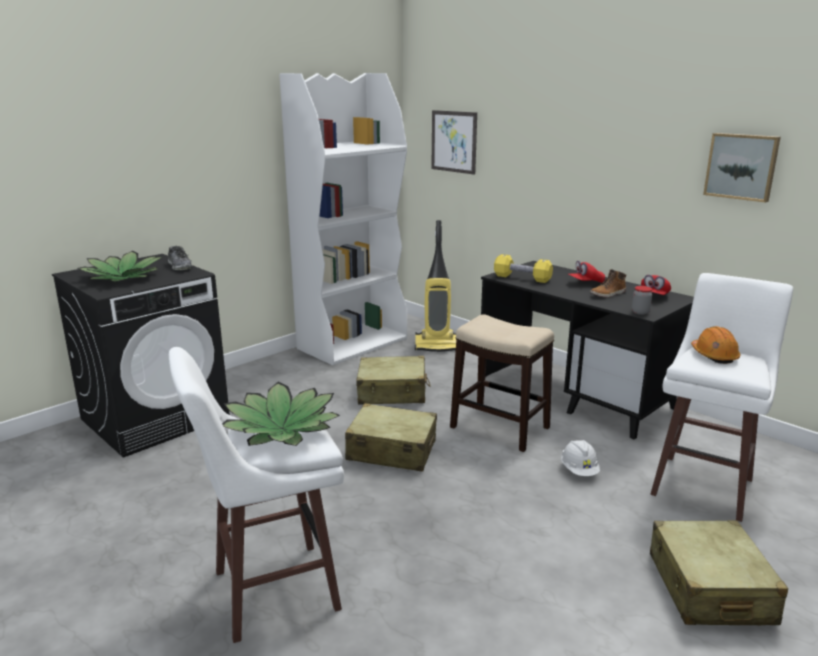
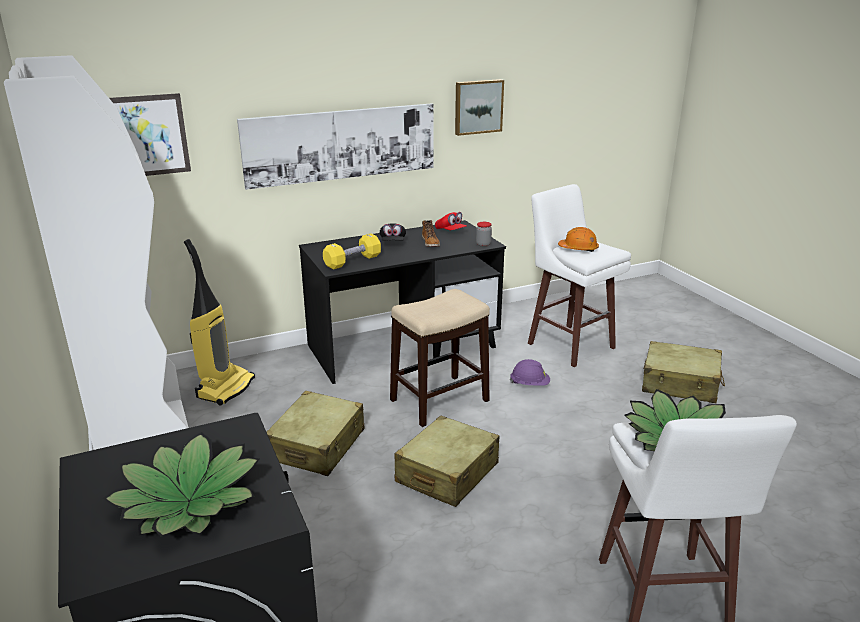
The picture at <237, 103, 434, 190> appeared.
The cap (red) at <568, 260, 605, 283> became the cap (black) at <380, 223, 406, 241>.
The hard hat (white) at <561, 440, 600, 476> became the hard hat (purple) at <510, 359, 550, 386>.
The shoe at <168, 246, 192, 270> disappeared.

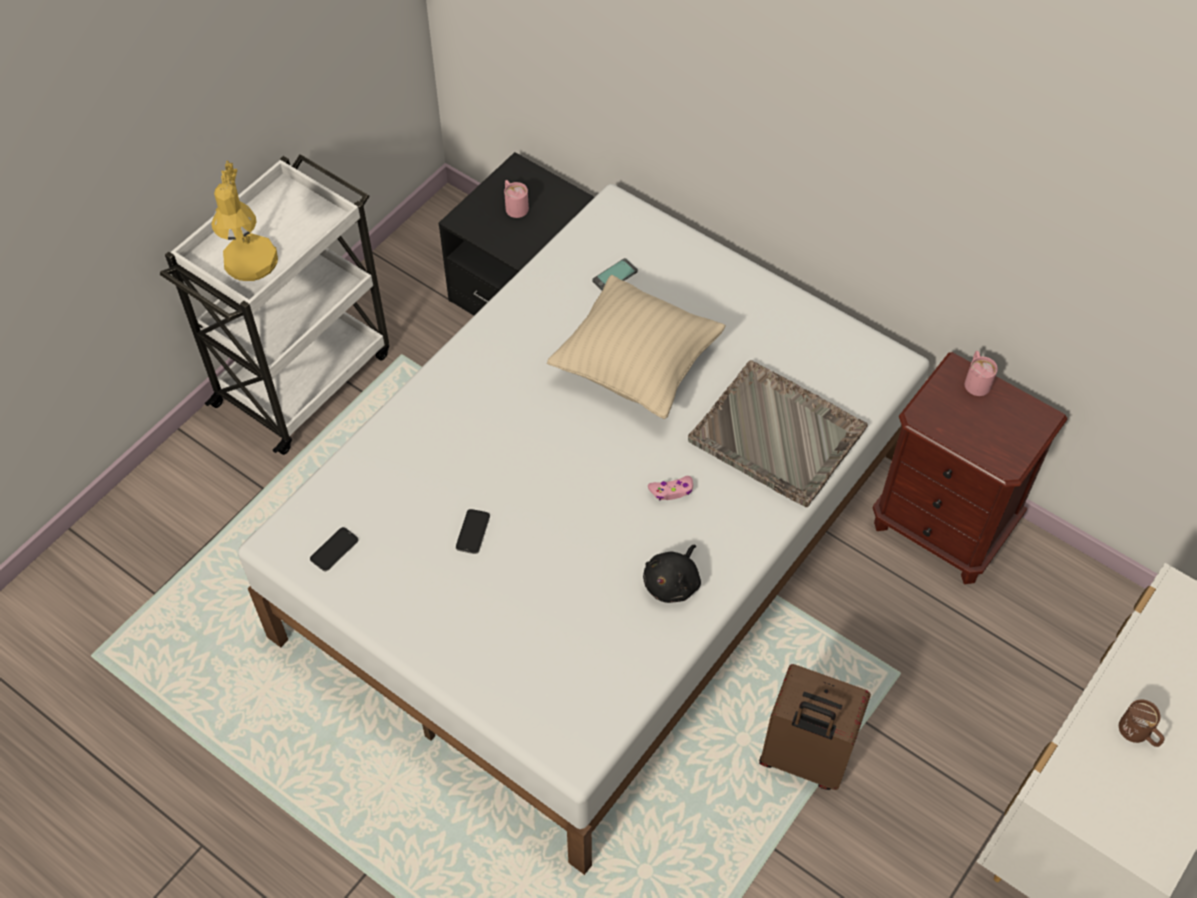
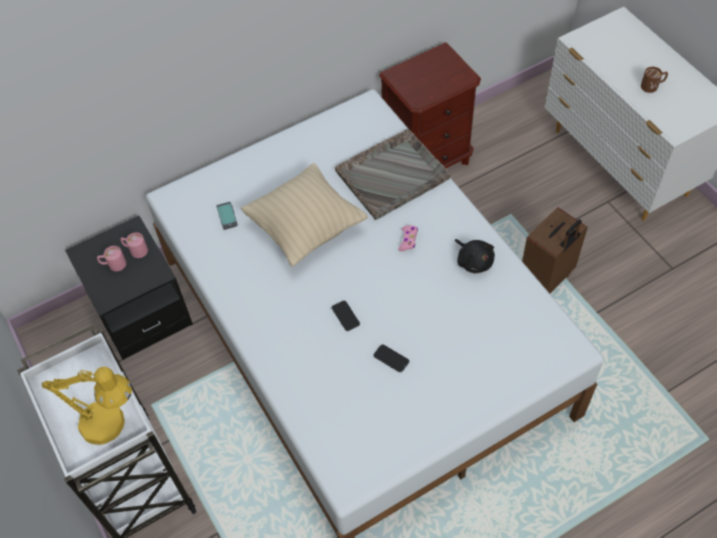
The mug (pink) moved from <965, 351, 998, 396> to <120, 233, 148, 258>.
The phone moved from <310, 527, 359, 571> to <332, 301, 360, 331>.

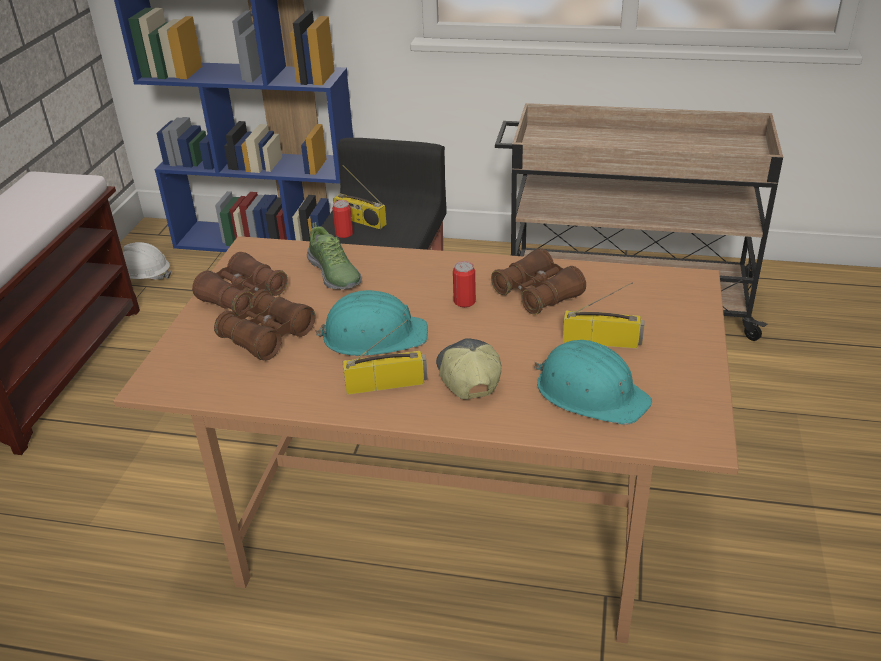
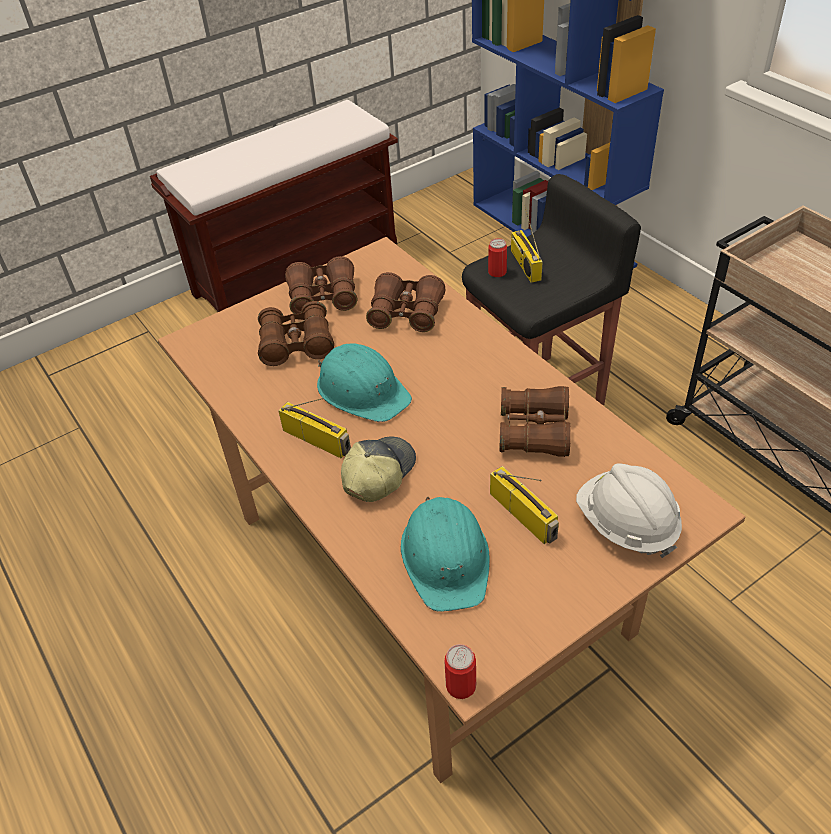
The shoe at <307, 223, 362, 290> was replaced by the binoculars (brown) at <366, 272, 445, 332>.
The can moved from <453, 261, 476, 307> to <444, 644, 476, 699>.
The hard hat (white) moved from <123, 242, 171, 280> to <576, 463, 682, 558>.

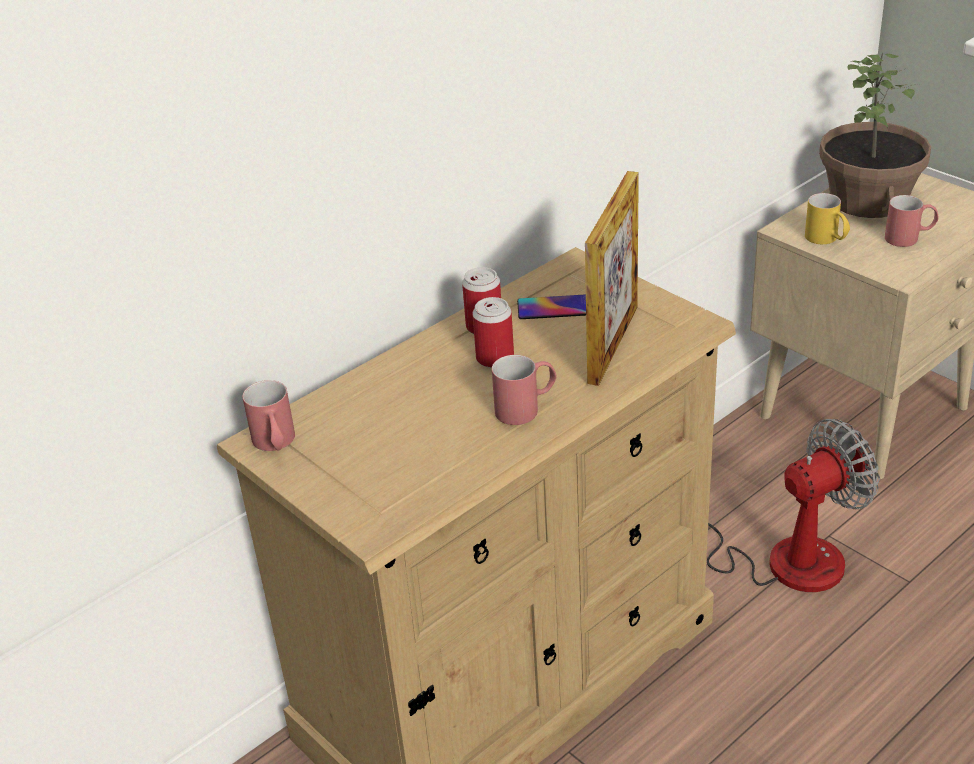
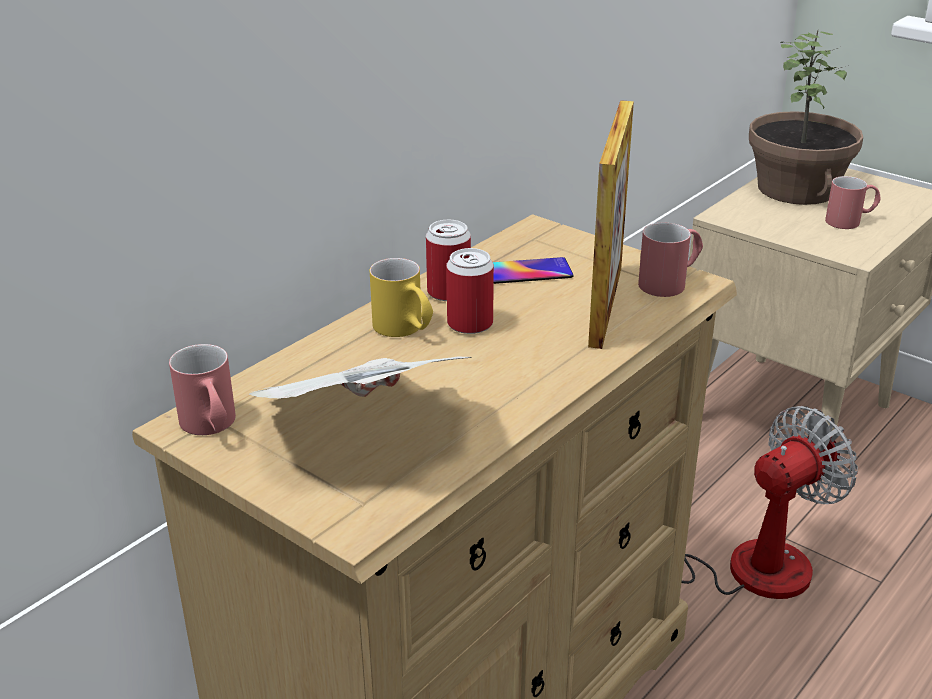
The newspaper at <249, 356, 472, 398> appeared.
The mug (yellow) moved from <805, 193, 850, 244> to <370, 258, 433, 337>.
The mug (red) moved from <492, 355, 557, 425> to <638, 223, 703, 297>.

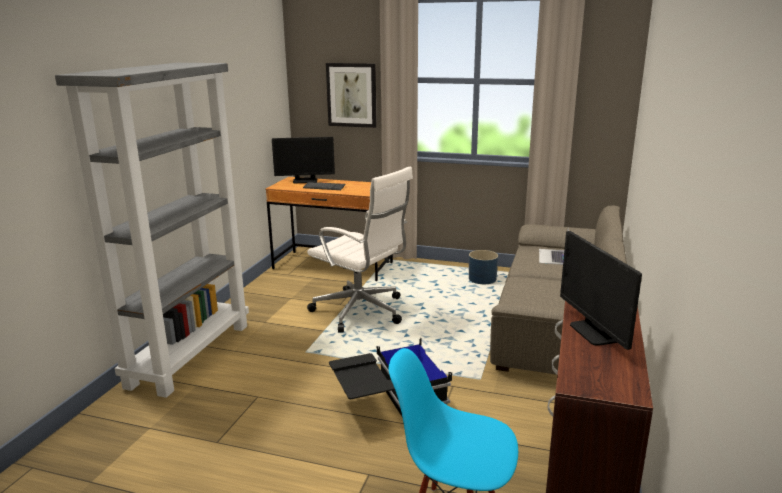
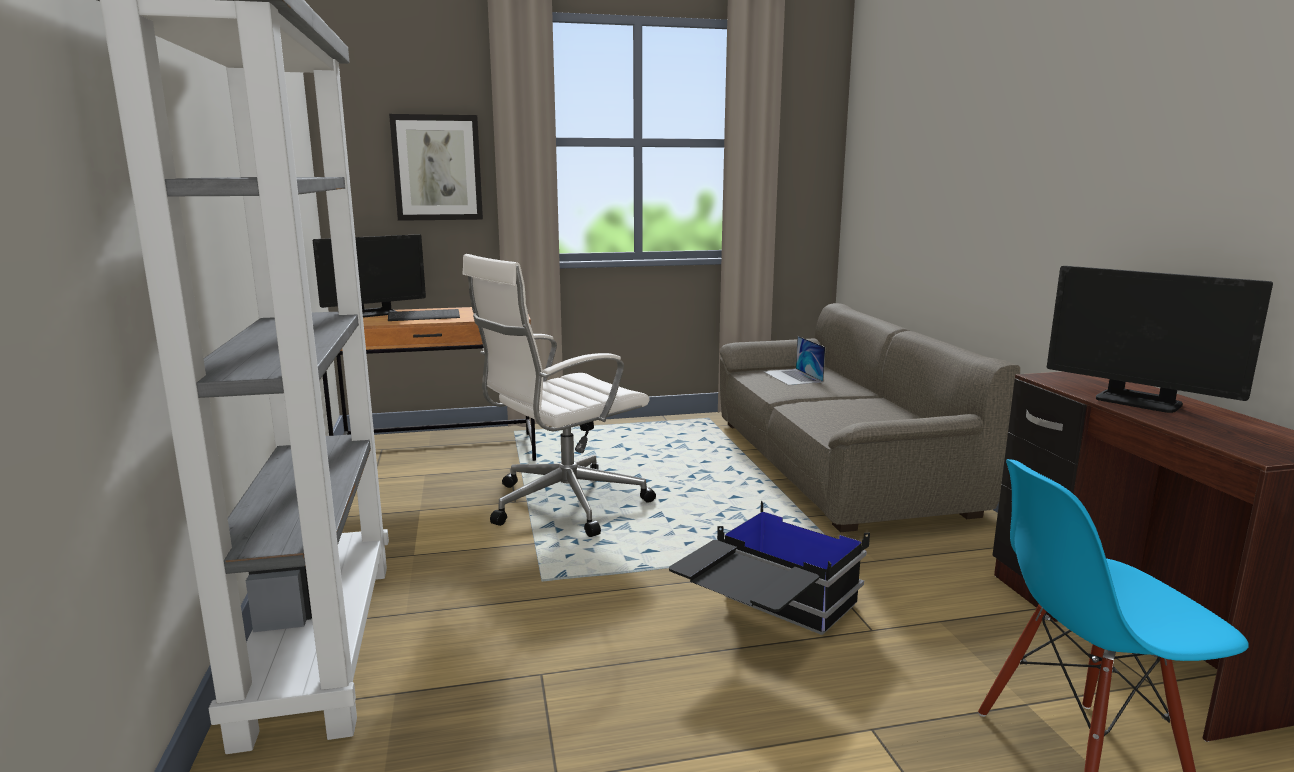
The office chair (white) at <307, 166, 413, 332> turned 135 degrees clockwise.
The planter (blue) at <469, 250, 498, 284> disappeared.

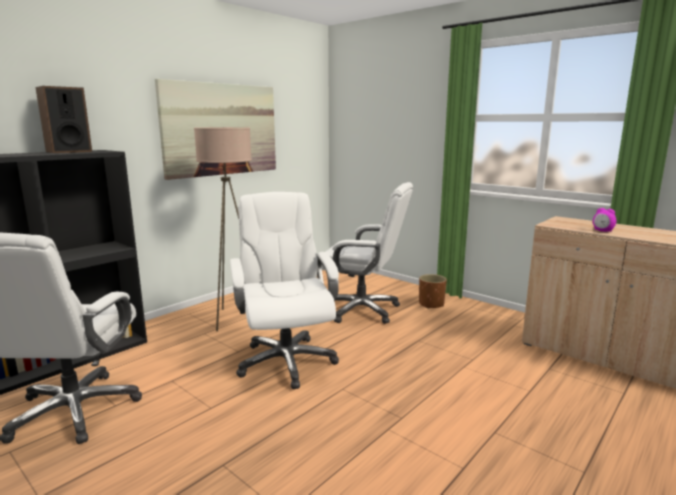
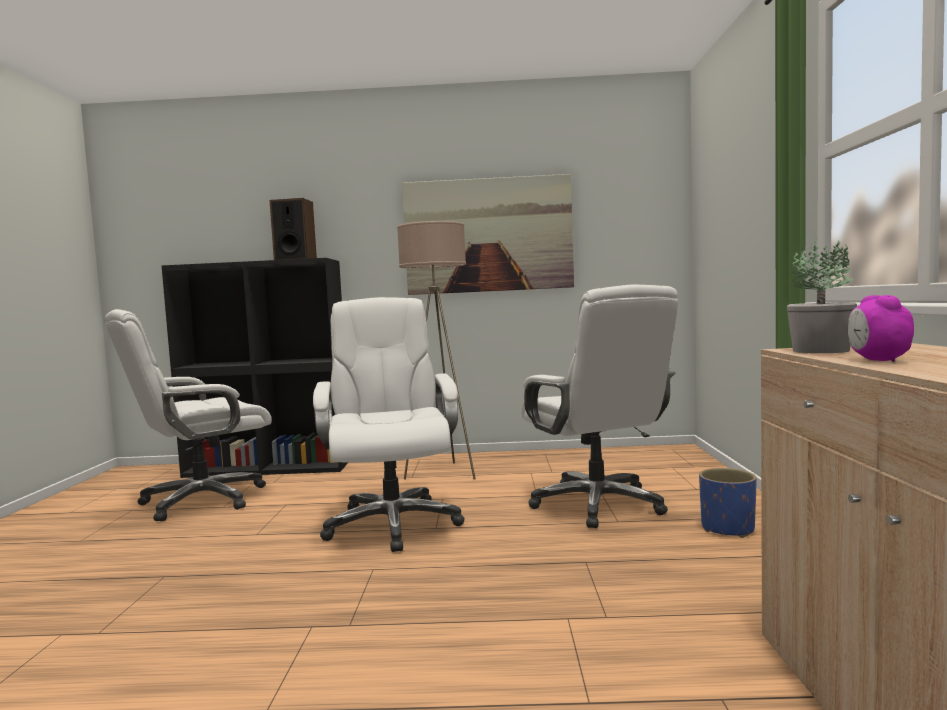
The office chair (white) at <230, 192, 339, 389> turned 45 degrees counterclockwise.
The planter (brown) at <419, 274, 447, 309> became the planter (blue) at <699, 468, 757, 538>.
The potted plant at <787, 239, 857, 353> appeared.

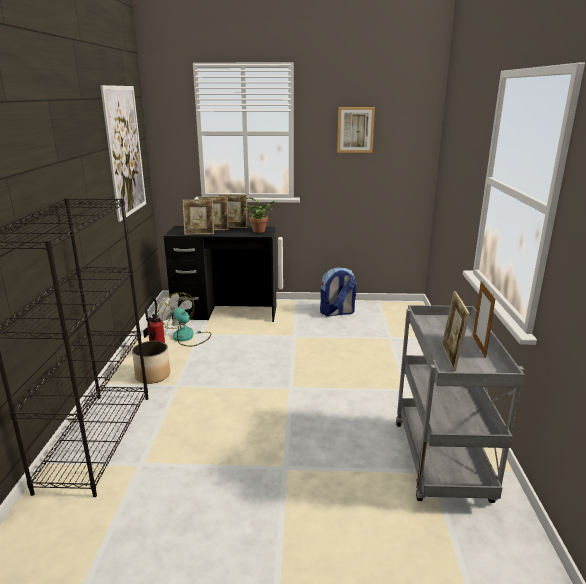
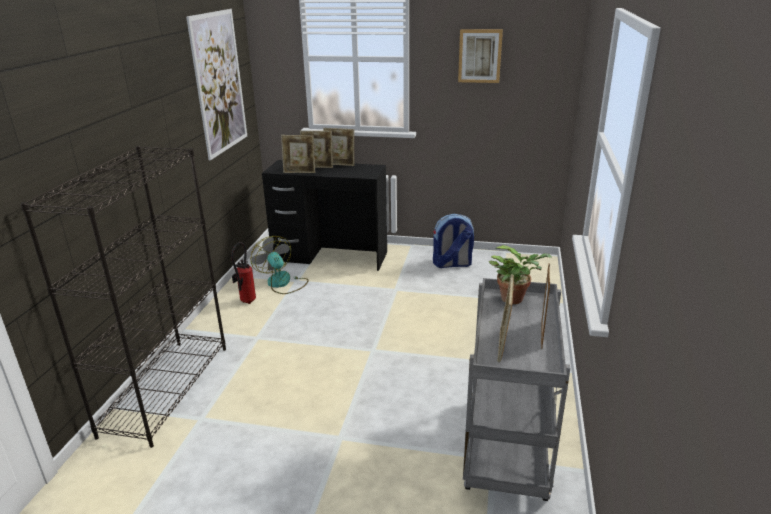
The potted plant moved from <244, 197, 277, 233> to <489, 245, 552, 304>.
The planter at <132, 341, 170, 384> disappeared.

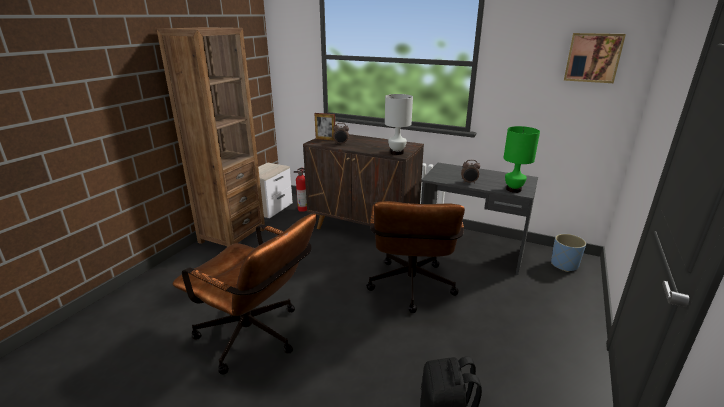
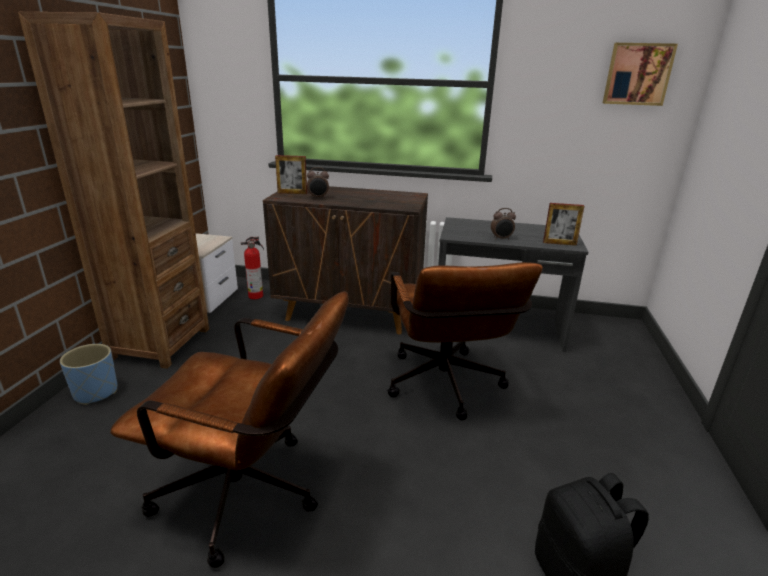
The planter (blue) moved from <551, 234, 586, 272> to <60, 344, 117, 405>.
The table lamp (green) at <504, 126, 540, 193> was replaced by the picture frame at <543, 203, 584, 246>.
The table lamp (white) at <385, 94, 413, 155> disappeared.

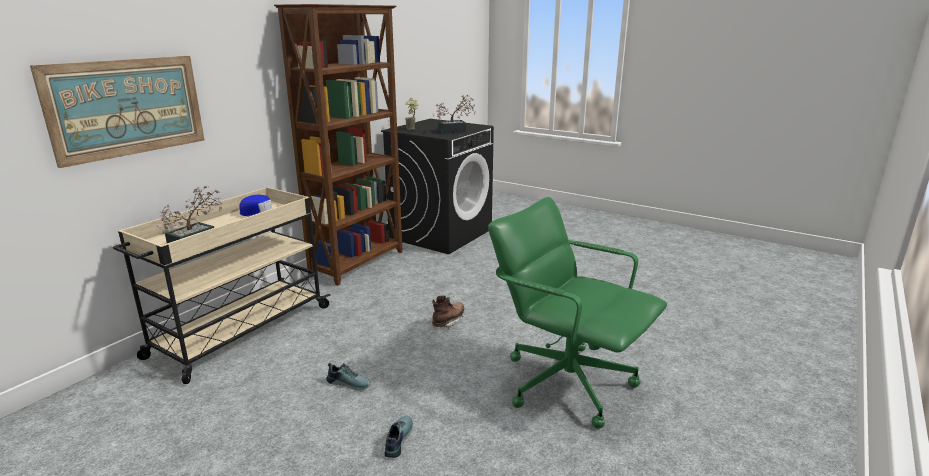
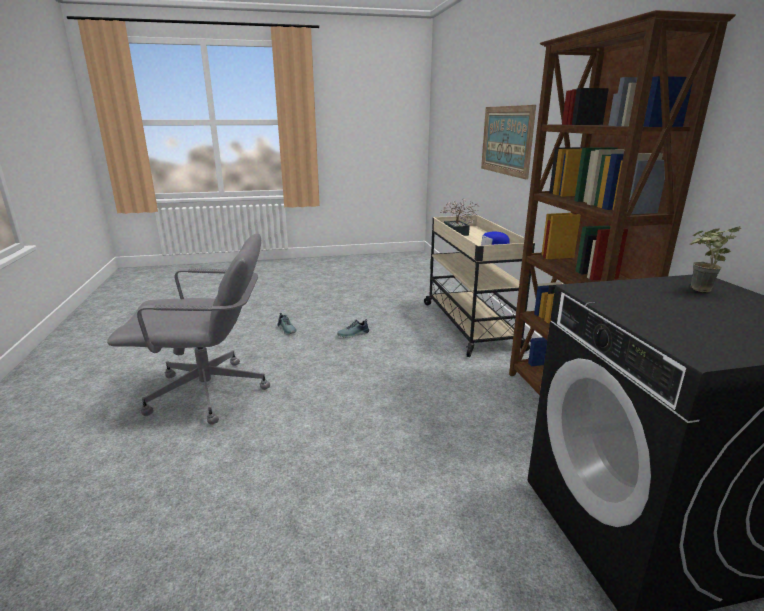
The office chair (green) at <488, 197, 667, 429> became the office chair (grey) at <107, 233, 270, 425>.
The potted plant at <432, 95, 476, 134> disappeared.
The boot (brown) at <432, 295, 464, 330> disappeared.

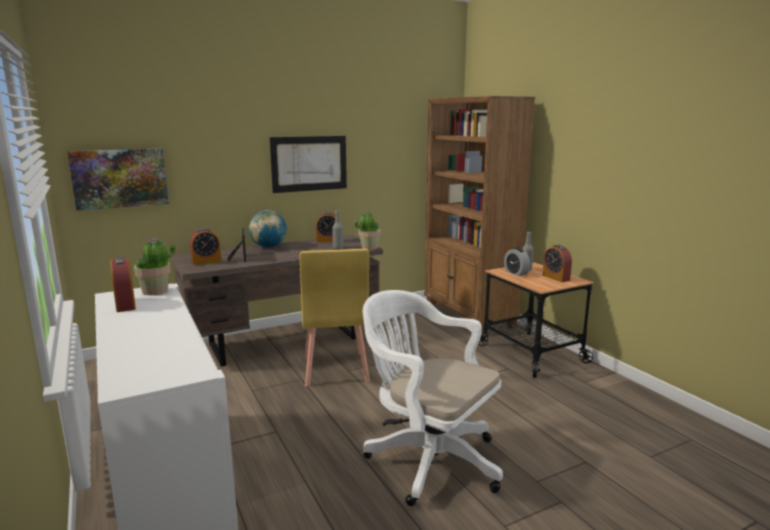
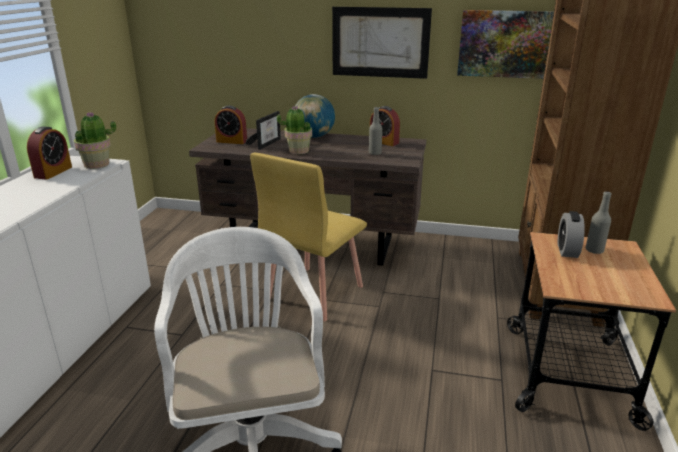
The potted plant moved from <354, 211, 381, 250> to <276, 105, 312, 154>.
The picture moved from <67, 149, 169, 210> to <457, 10, 554, 79>.
The alarm clock at <542, 245, 572, 282> disappeared.

